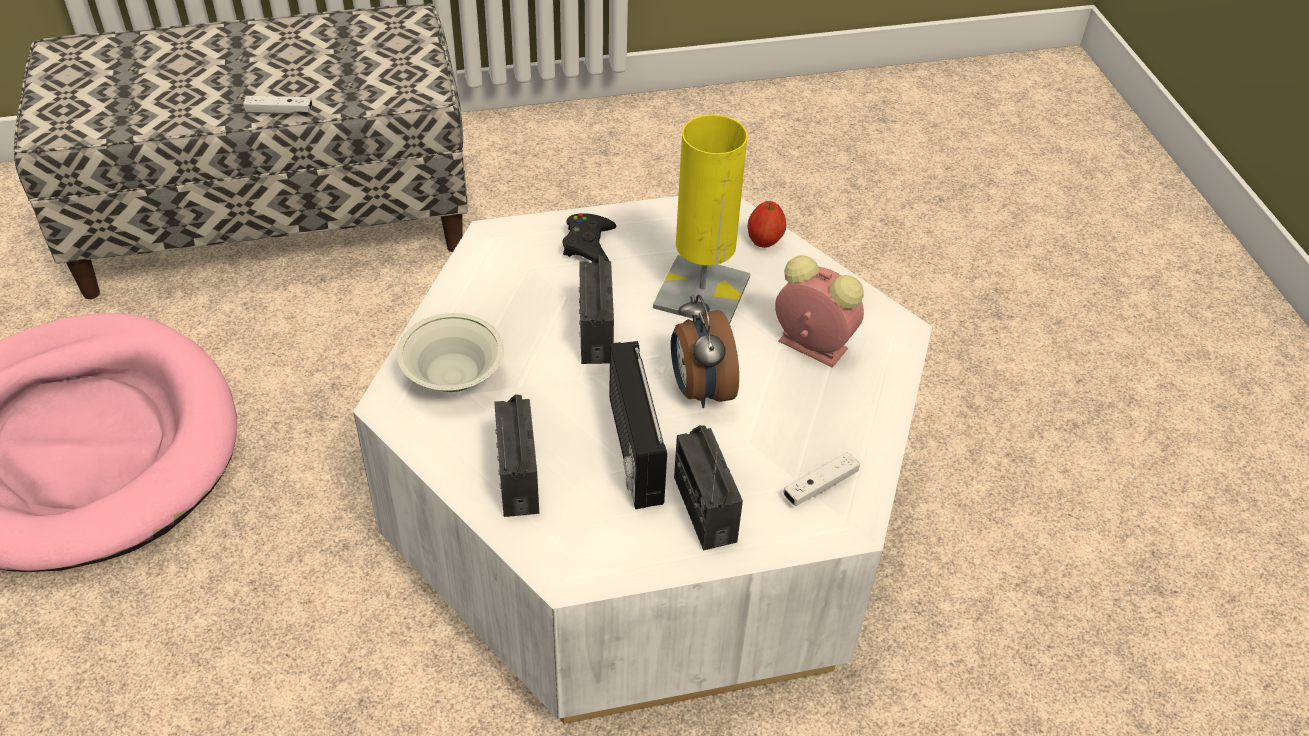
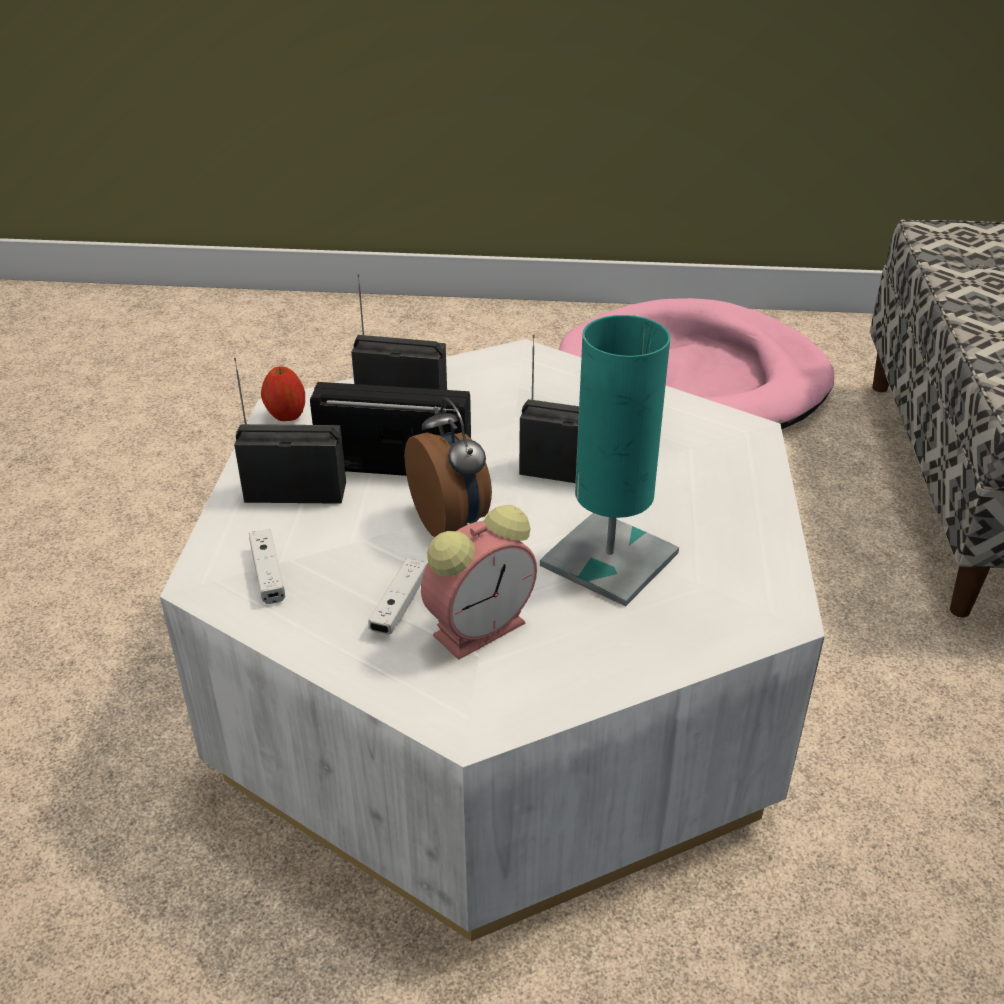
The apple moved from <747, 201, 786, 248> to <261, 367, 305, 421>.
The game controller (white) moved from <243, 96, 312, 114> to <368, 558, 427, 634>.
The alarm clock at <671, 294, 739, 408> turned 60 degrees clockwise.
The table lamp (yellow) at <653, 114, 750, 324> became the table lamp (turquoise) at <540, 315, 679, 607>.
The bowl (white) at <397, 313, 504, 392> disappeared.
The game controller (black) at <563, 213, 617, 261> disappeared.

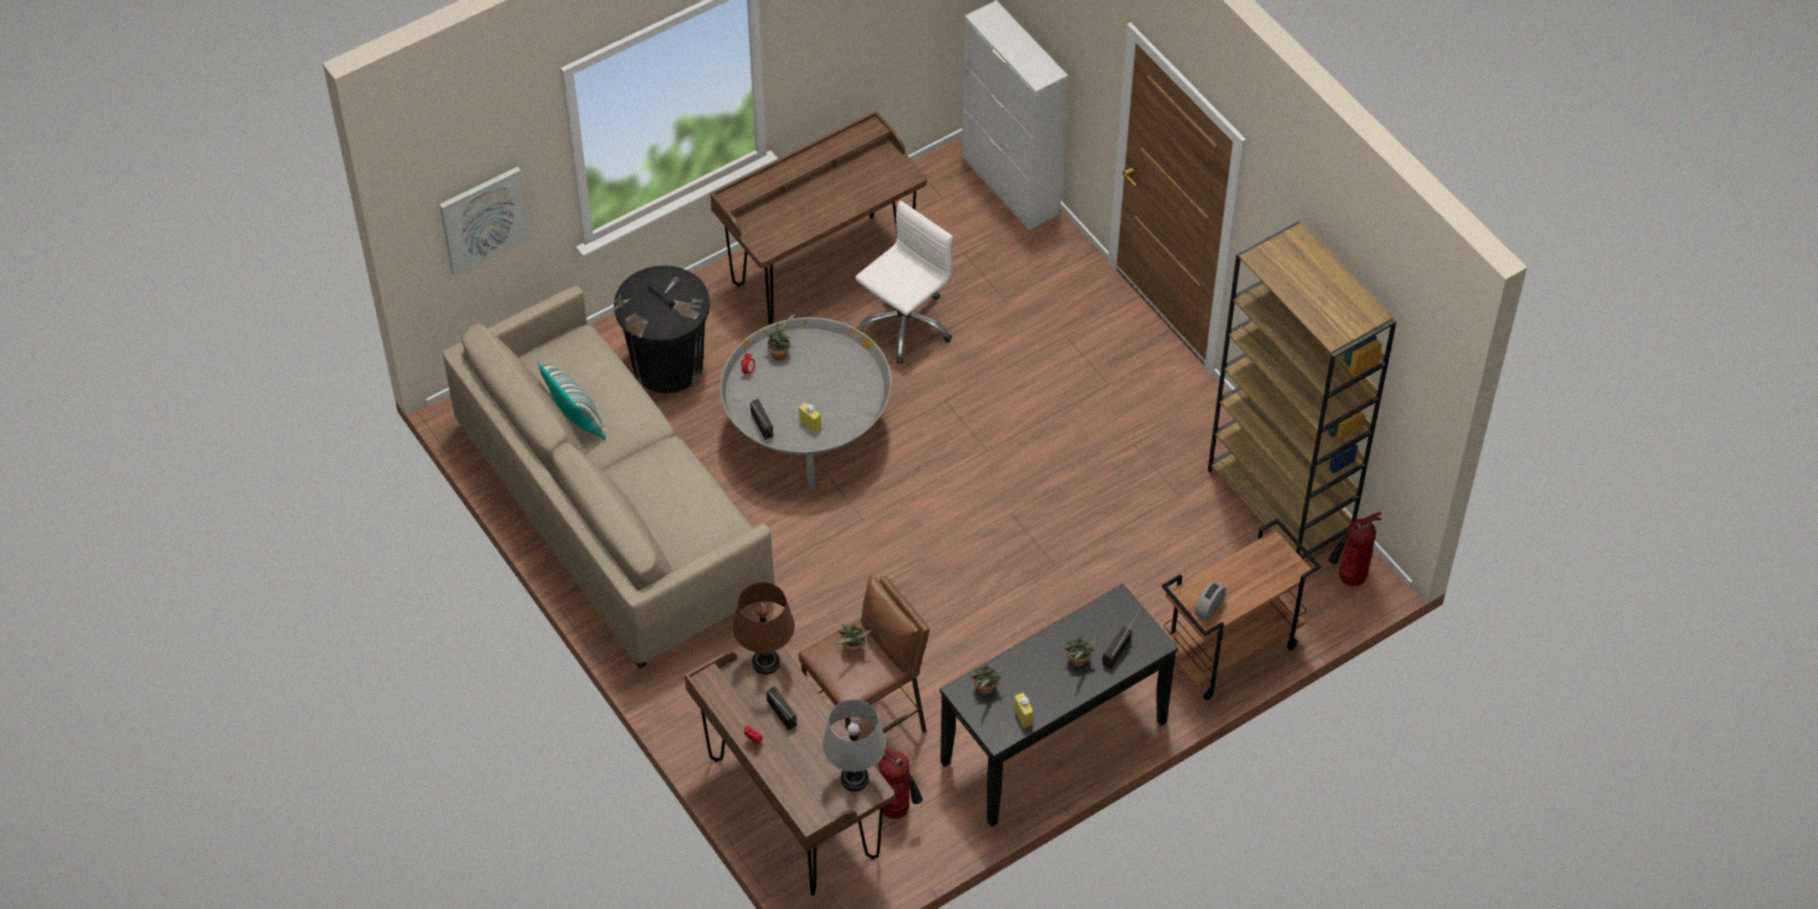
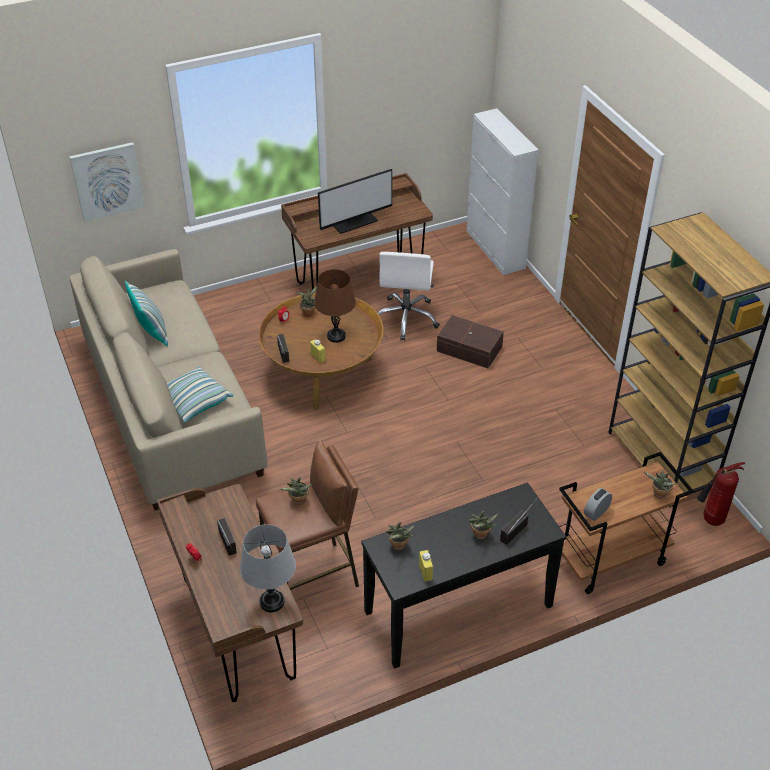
The pillow at <167, 366, 234, 422> appeared.
The coffee table (grey) at <720, 317, 892, 490> became the coffee table (brown) at <259, 293, 384, 410>.
The table lamp (brown) moved from <732, 582, 795, 675> to <314, 269, 356, 343>.
The monitor at <318, 169, 392, 234> appeared.
The office chair (white) at <855, 201, 953, 364> turned 135 degrees clockwise.
The storage box (brown) at <437, 315, 504, 368> appeared.
The potted plant at <644, 470, 676, 499> appeared.
The trash can (black) at <614, 266, 710, 393> disappeared.
The fire extinguisher at <879, 746, 923, 819> disappeared.

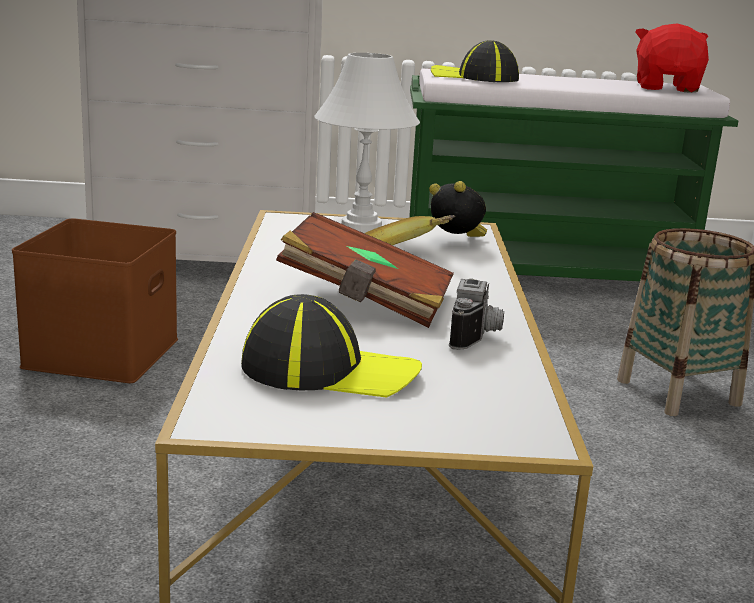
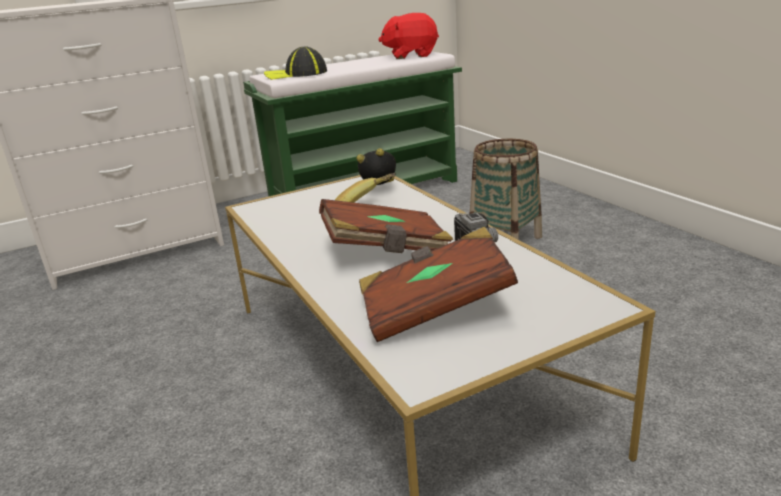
The cap at <241, 294, 422, 398> was replaced by the book (brown) at <359, 227, 518, 342>.
The plush toy (red) at <635, 23, 709, 93> turned 75 degrees counterclockwise.
The storage box (brown) at <12, 218, 178, 383> disappeared.
The table lamp (white) at <314, 53, 420, 233> disappeared.

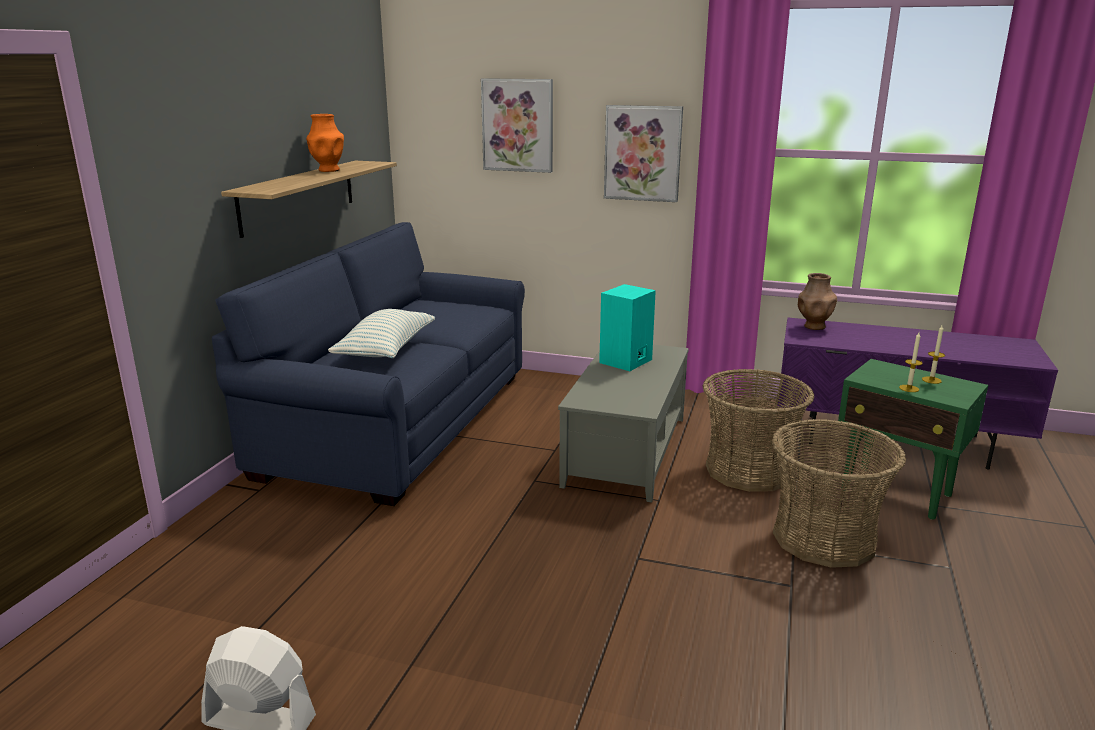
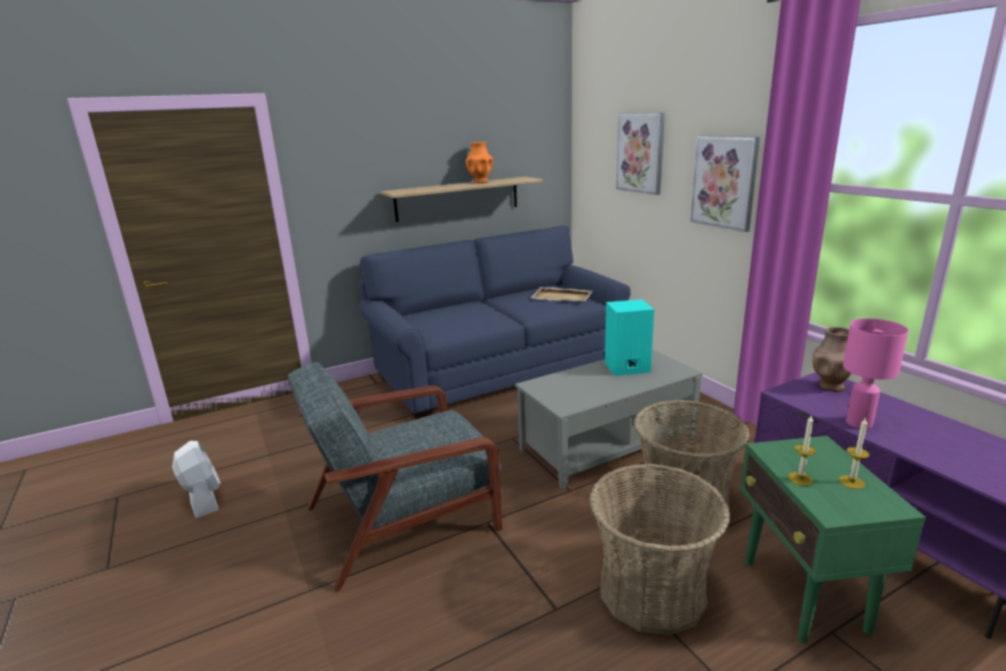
The armchair (grey) at <288, 362, 502, 592> appeared.
The tray (beige) at <531, 287, 593, 302> appeared.
The table lamp (pink) at <843, 318, 909, 429> appeared.
The pillow at <328, 309, 435, 358> disappeared.

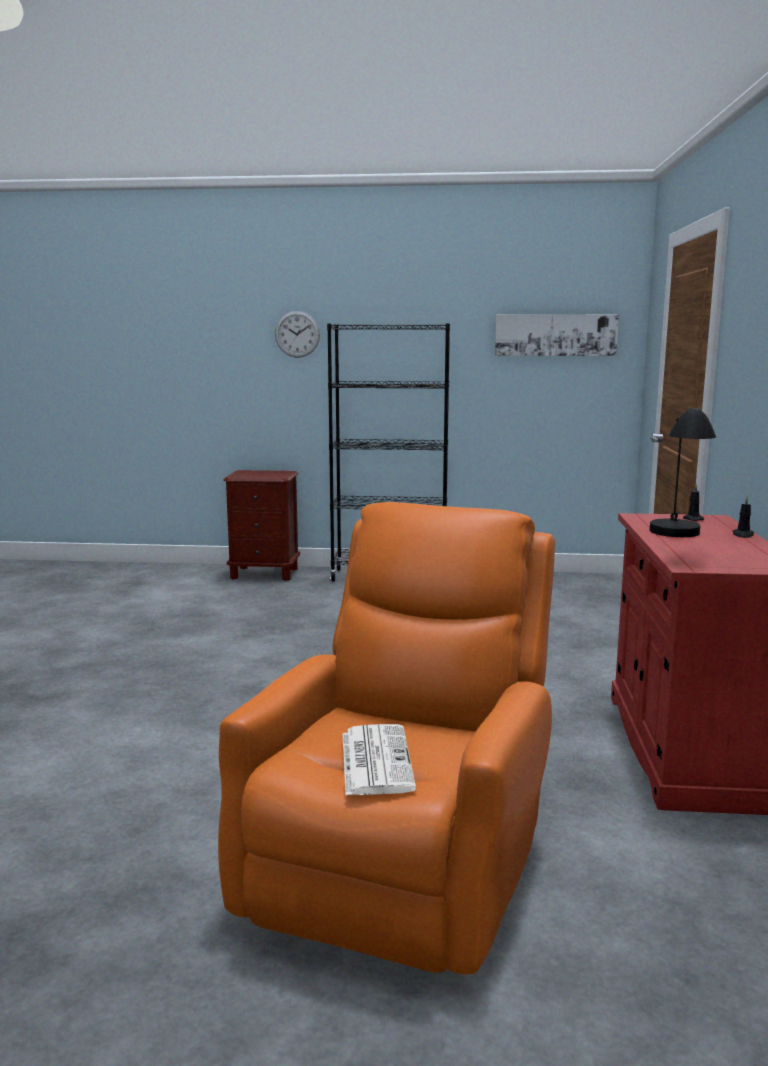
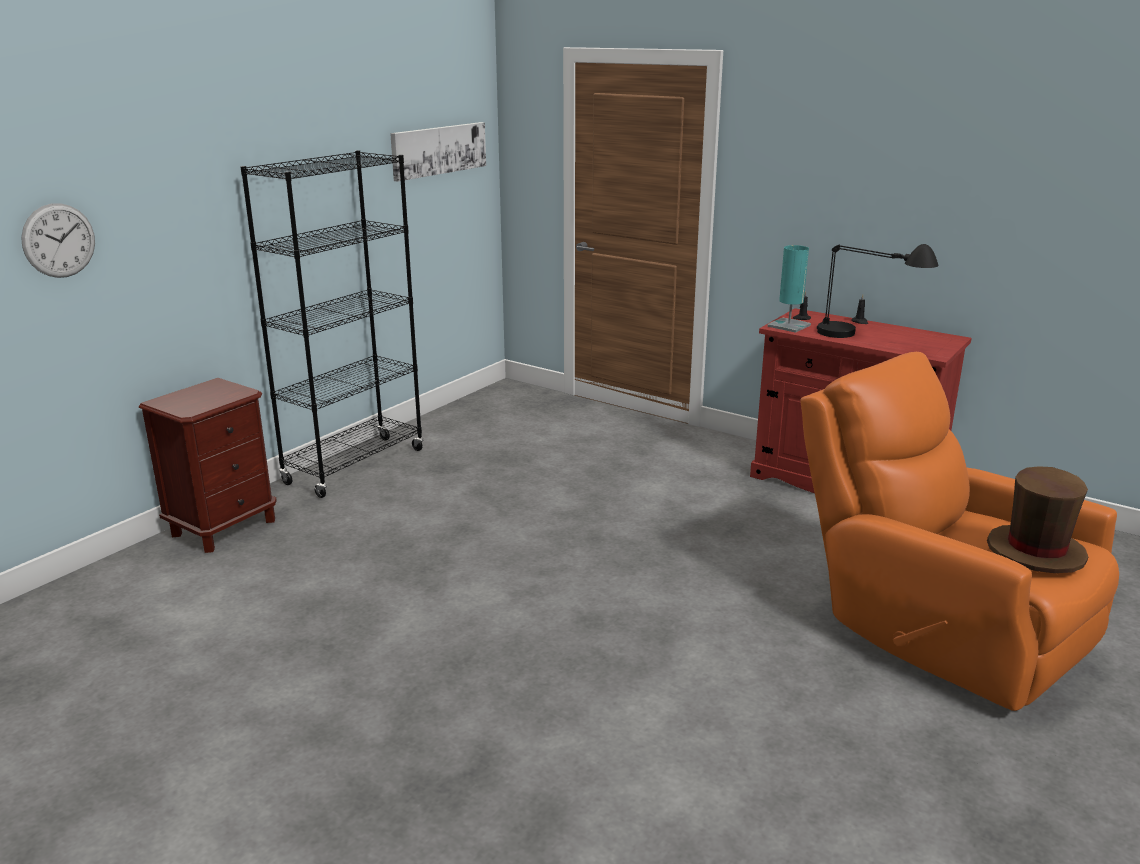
The wall clock moved from <275, 311, 320, 358> to <21, 203, 95, 278>.
The table lamp (turquoise) at <767, 245, 811, 333> appeared.
The newspaper at <343, 724, 416, 796> was replaced by the hat (brown) at <987, 466, 1088, 573>.

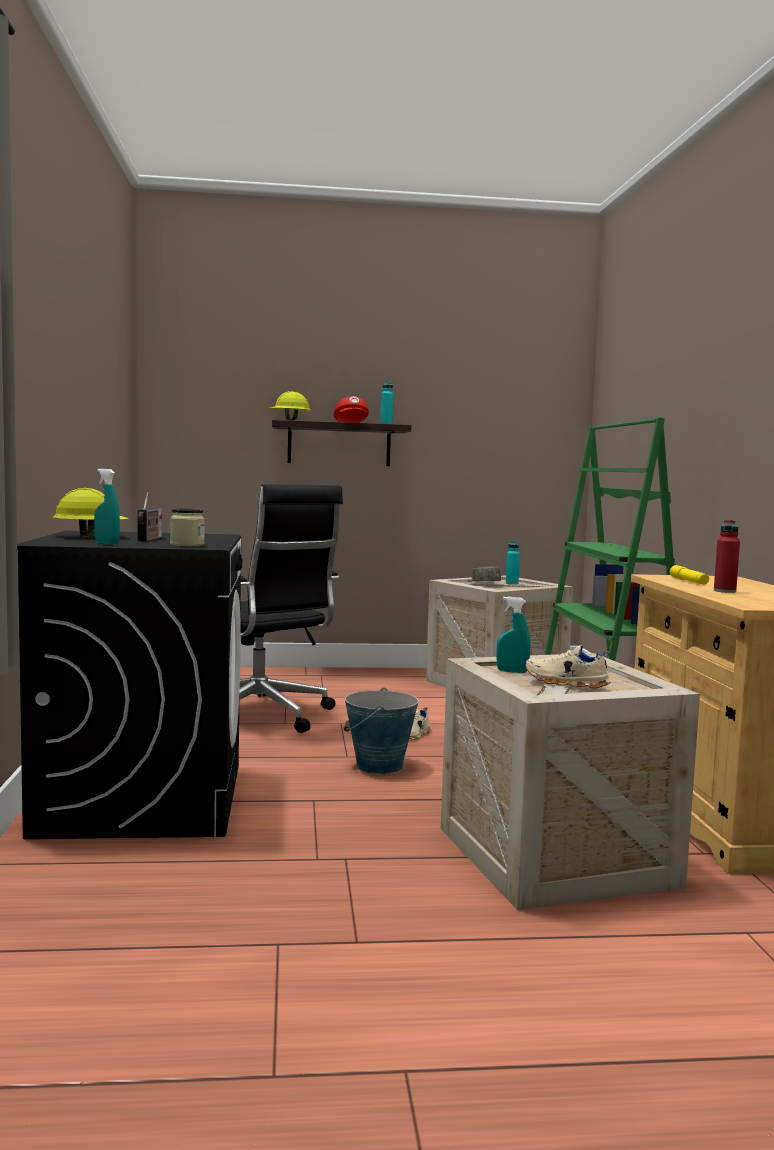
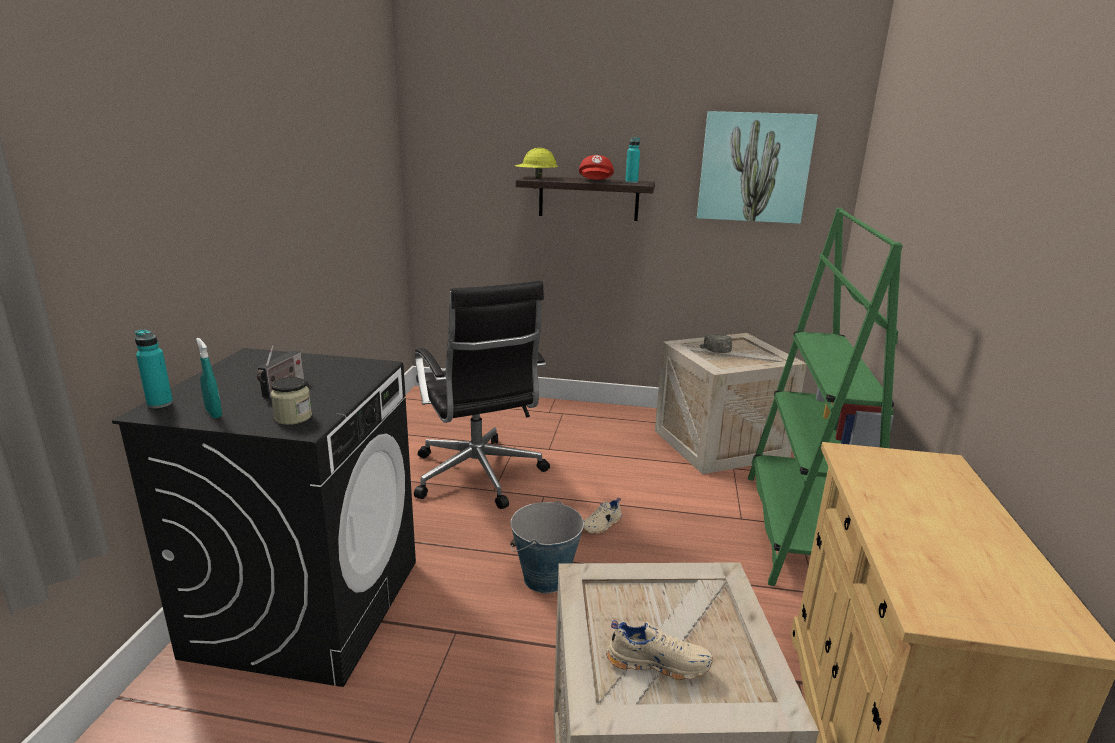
The bottle (turquoise) moved from <506, 540, 520, 585> to <135, 330, 173, 408>.
The shoe (beige) at <526, 645, 610, 689> turned 150 degrees clockwise.
The picture at <697, 111, 818, 224> appeared.
The hard hat (yellow) at <52, 488, 129, 537> disappeared.
The spray bottle (turquoise) at <496, 596, 530, 673> disappeared.
The flashlight (yellow) at <670, 565, 709, 584> disappeared.
The bottle (red) at <714, 520, 740, 593> disappeared.

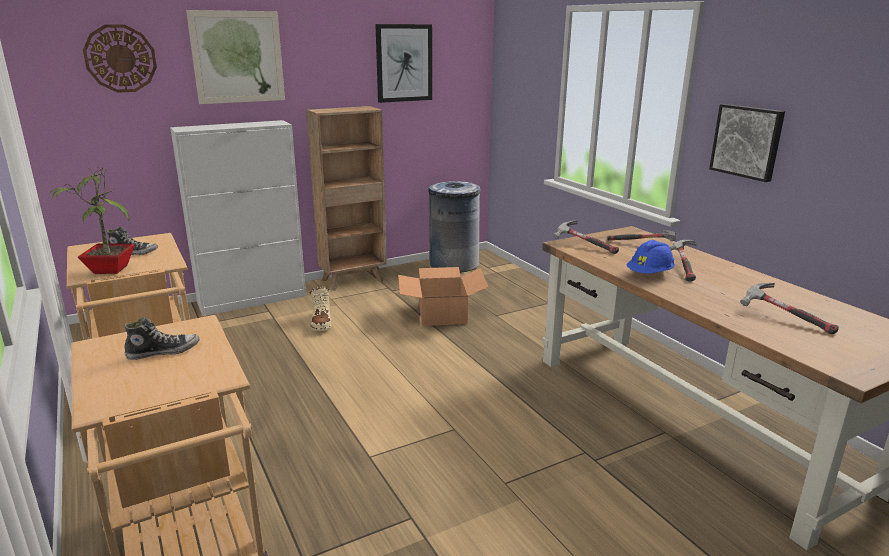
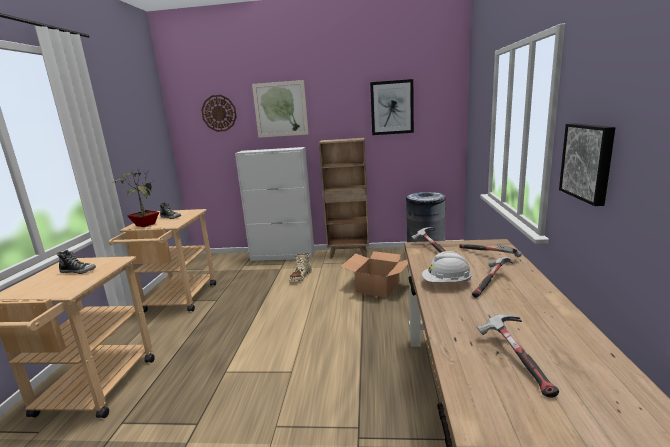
The hard hat (blue) at <626, 240, 675, 274> became the hard hat (white) at <422, 251, 472, 282>.

